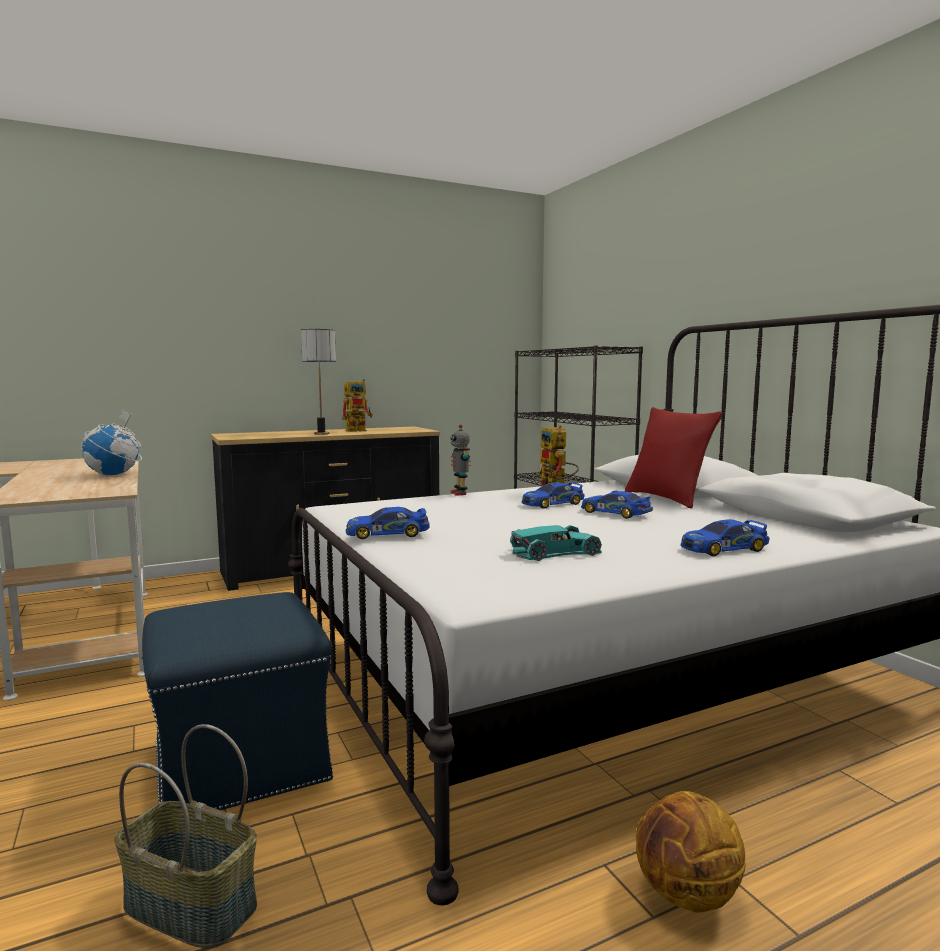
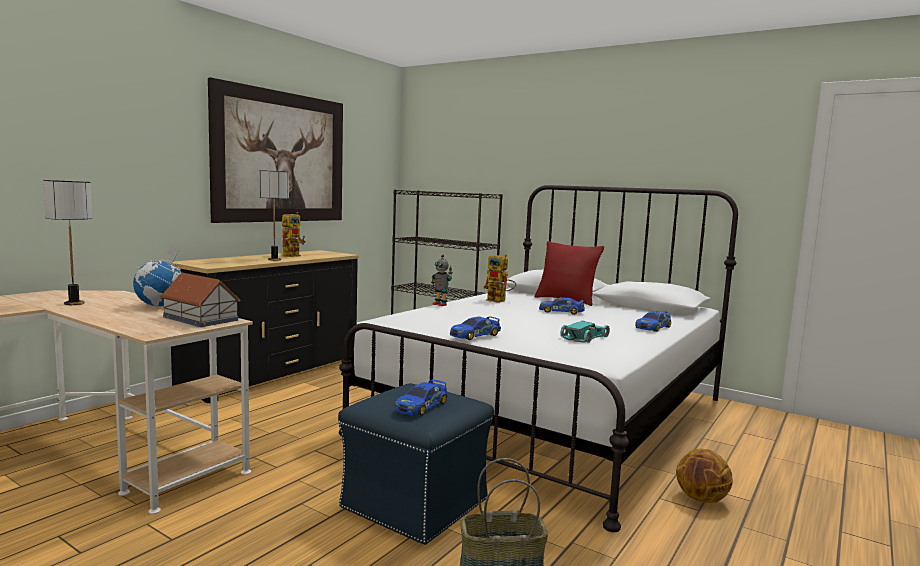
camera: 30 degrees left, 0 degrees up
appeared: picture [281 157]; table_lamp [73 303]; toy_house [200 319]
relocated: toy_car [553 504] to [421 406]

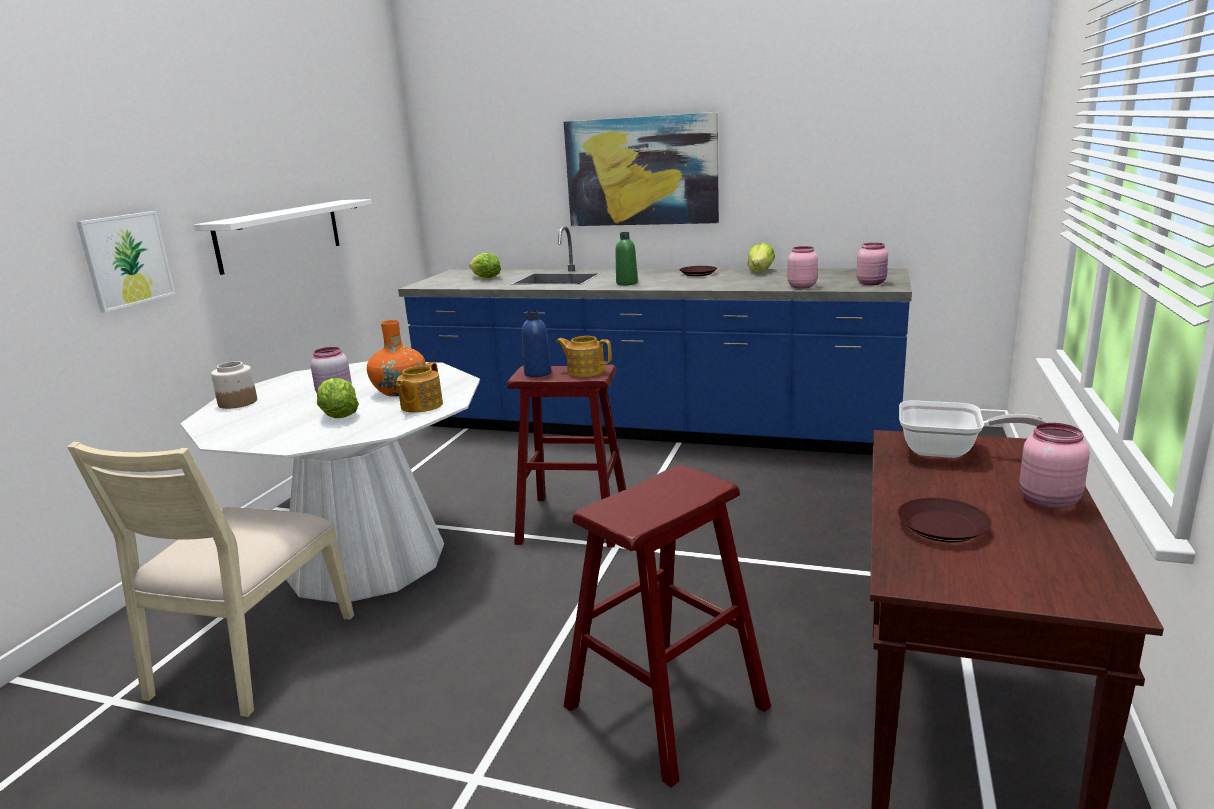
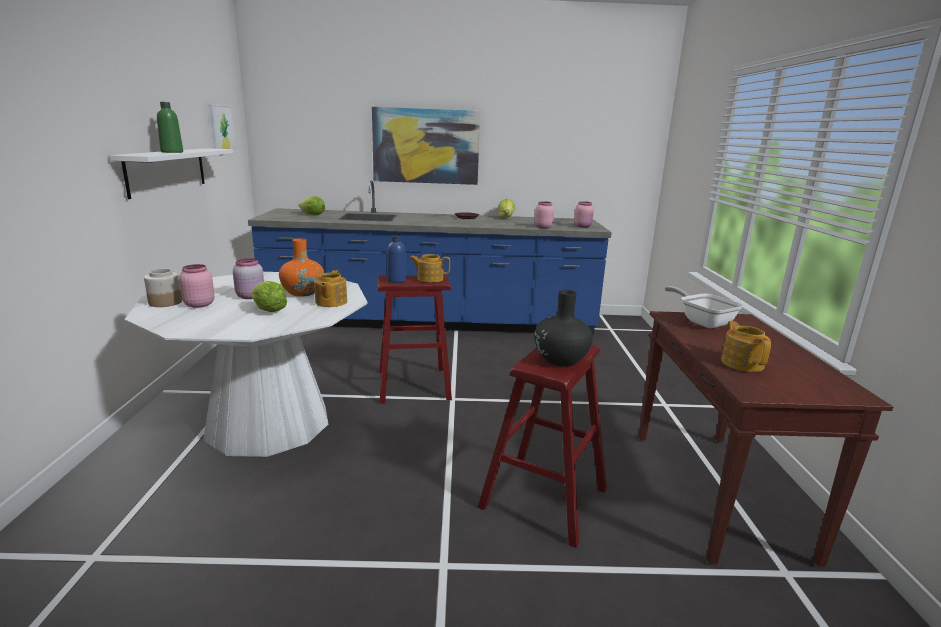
camera: 20 degrees left, 0 degrees up
missing: beige_chair [250 655]
appeared: black_vase [560 360]
relocated: picture [127 260] to [222 129]; green_bottle [627 283] to [172 152]; pink_jar [1046 500] to [198 304]
exchanged: brown_plate [943 527] to teapot [742 363]
spun: frying_pan [948 451] = [702 321] 120 degrees counterclockwise

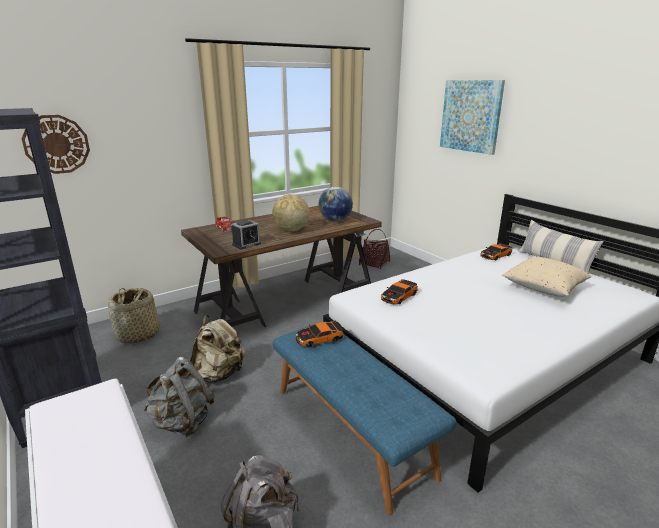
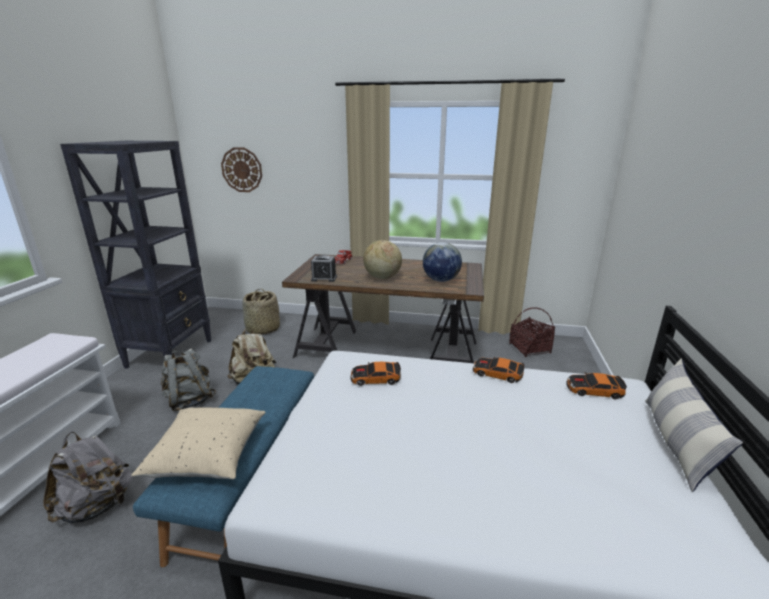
camera: 45 degrees right, 0 degrees up
missing: picture [471 116]
relocated: beige_pillow [543 288] to [208 457]; toy_car [319 338] to [497 373]

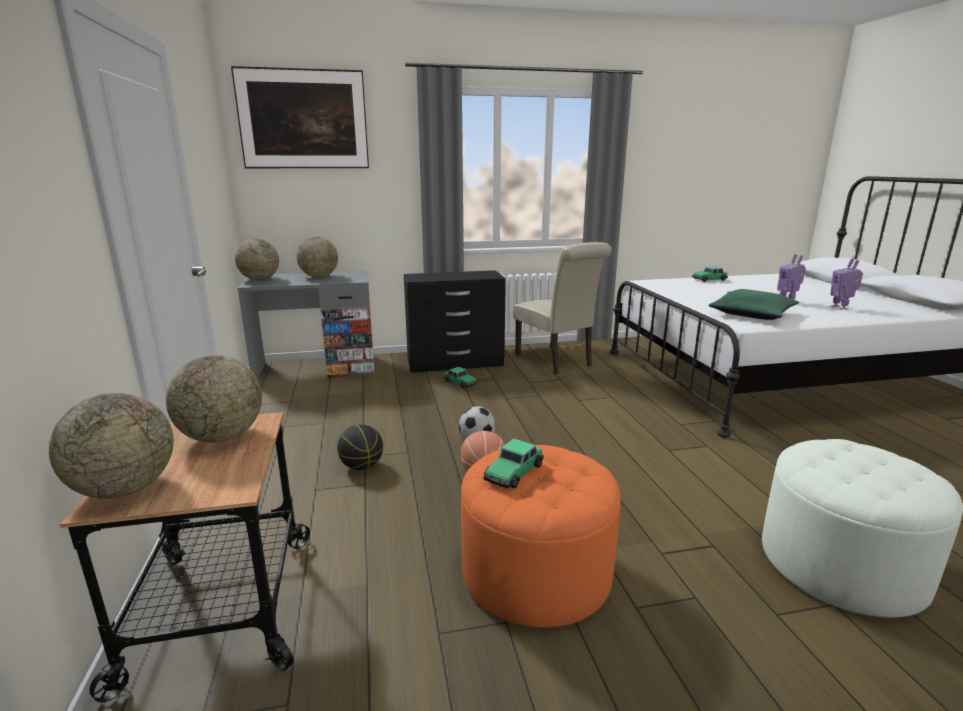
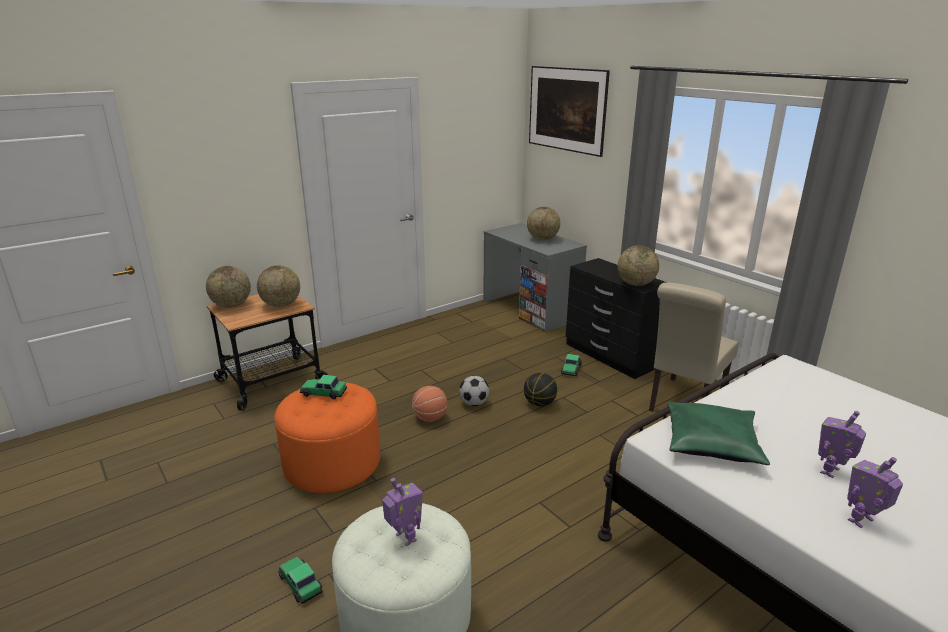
camera: 65 degrees right, 5 degrees up
appeared: toy_robot [404 538]
relocated: globe [260 279] to [635 284]; toy_car [709 279] to [300 583]; basketball [362 466] to [539 403]

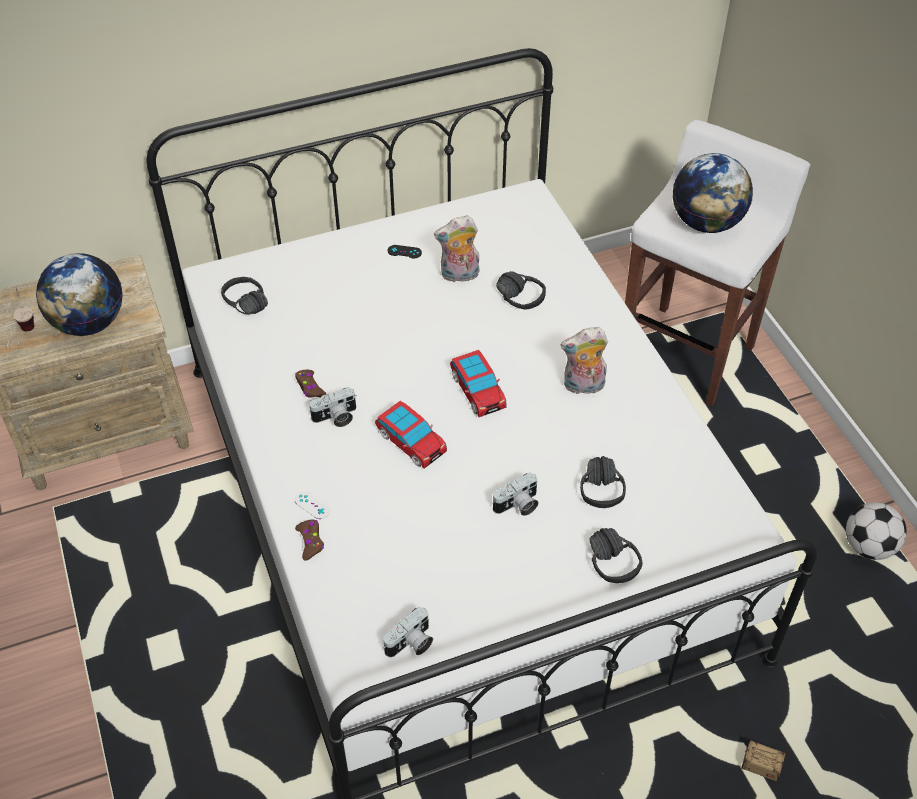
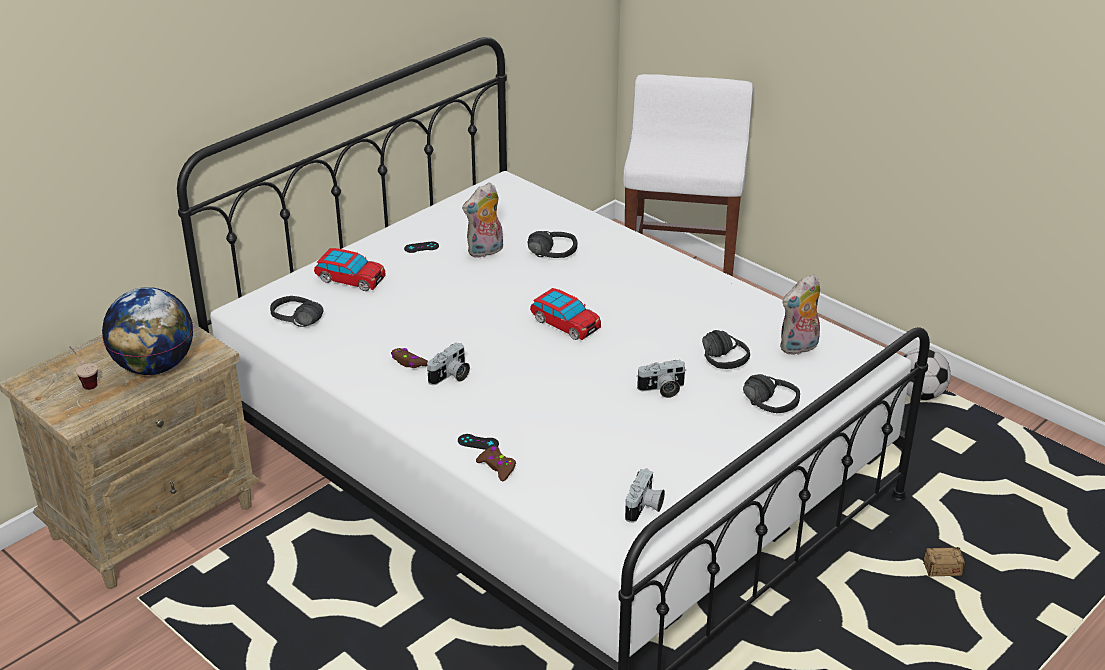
camera: 25 degrees left, 15 degrees down
missing: globe [706 223]
relocated: plush_toy [583 386] to [799 348]; toy_car [410 442] to [350 279]
colour: white_game_controller [312 505] to black_game_controller [478 442]
spun: photo_camera [518 506] = [662 390] 45 degrees clockwise

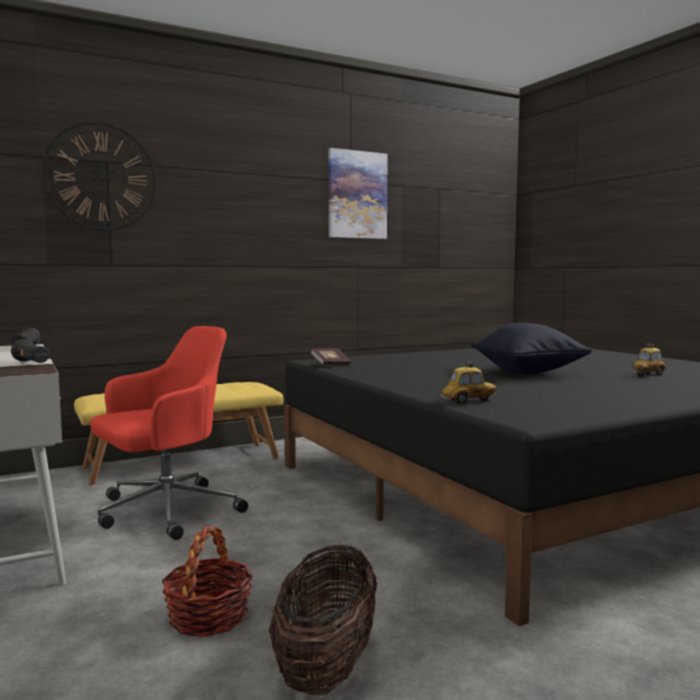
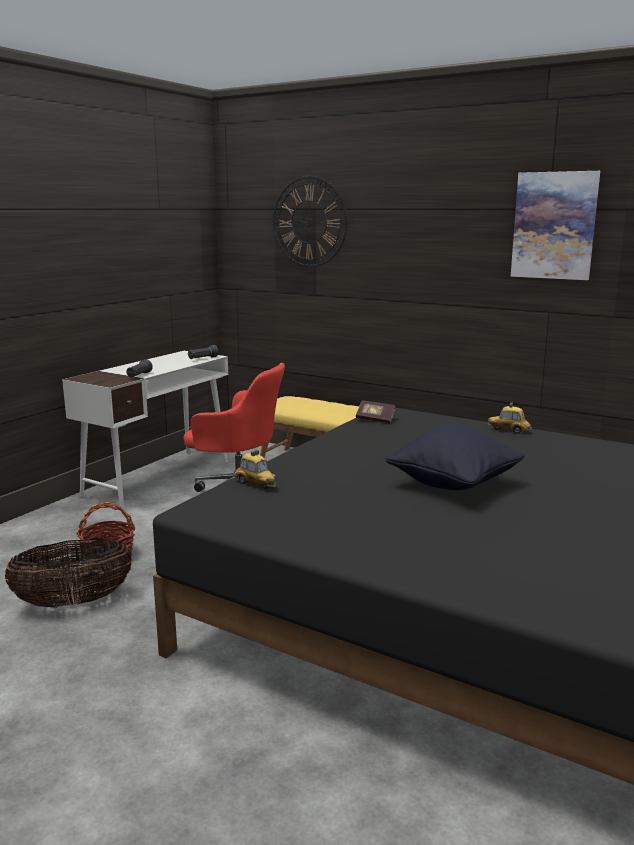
camera: 60 degrees right, 10 degrees up
relocated: toy_car [647 374] to [508 430]

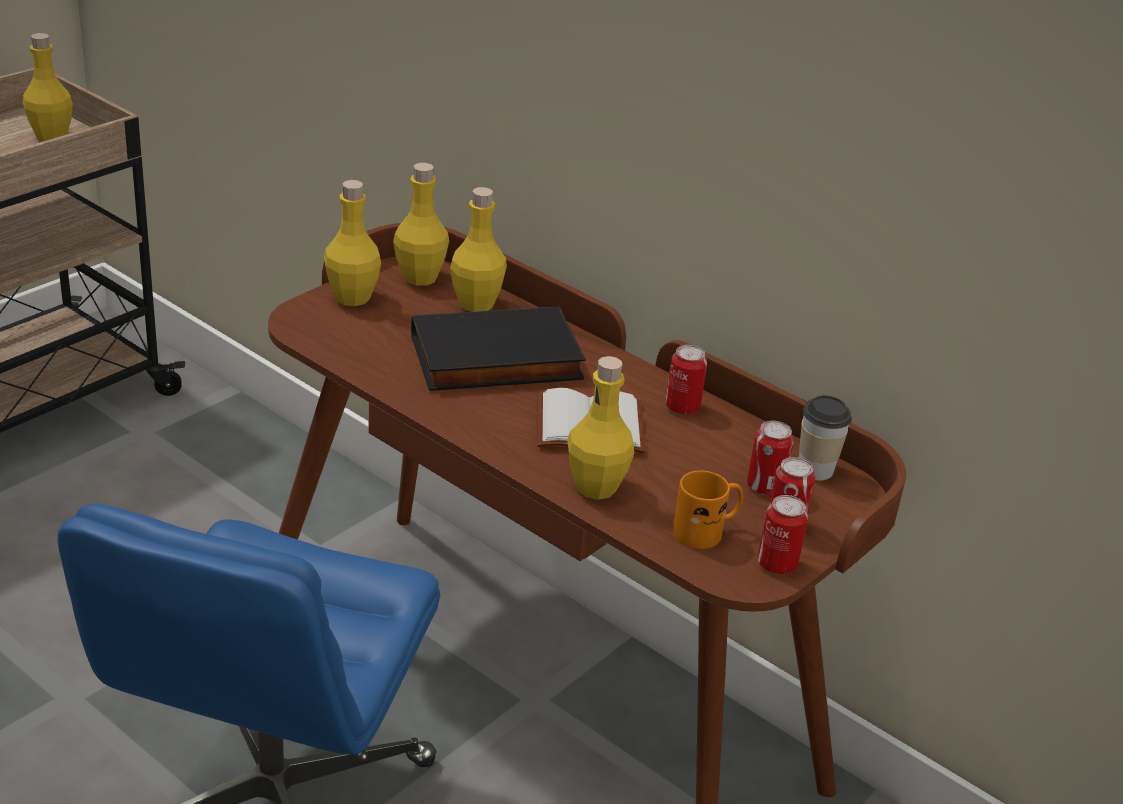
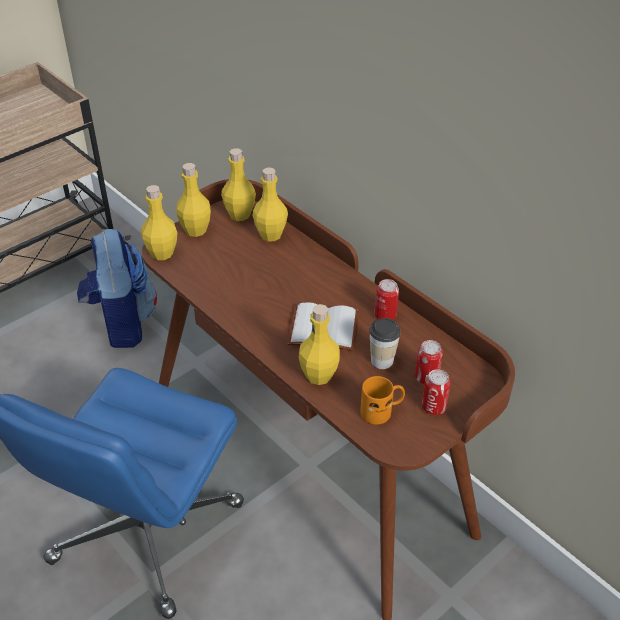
camera: 10 degrees right, 10 degrees up
missing: black_book [495 360]; can [777 564]
appeared: backpack [122 323]
relocated: yellow_bottle [51 136] to [162 253]; cup [815 469] to [382 360]

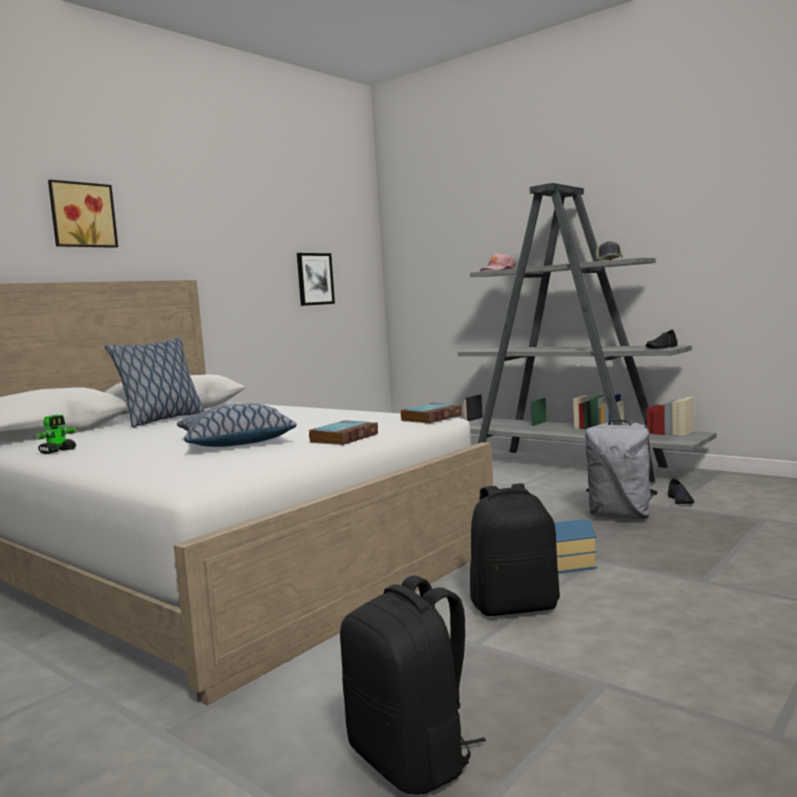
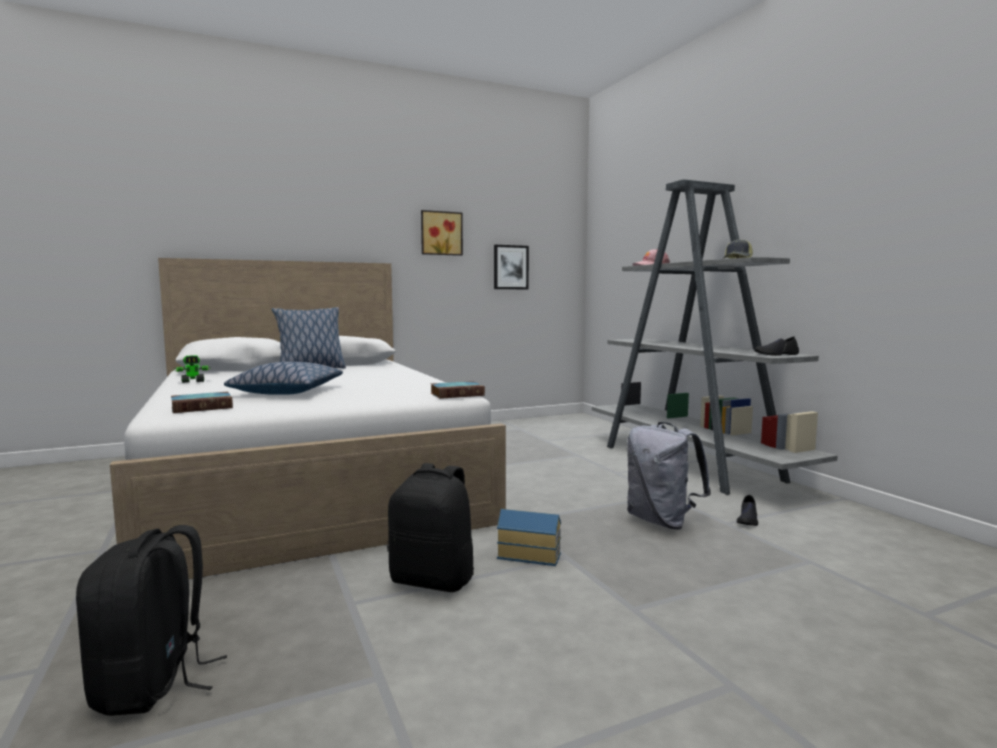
camera: 25 degrees right, 0 degrees up
relocated: picture [82 215] to [441 233]; book [344 438] to [203 407]

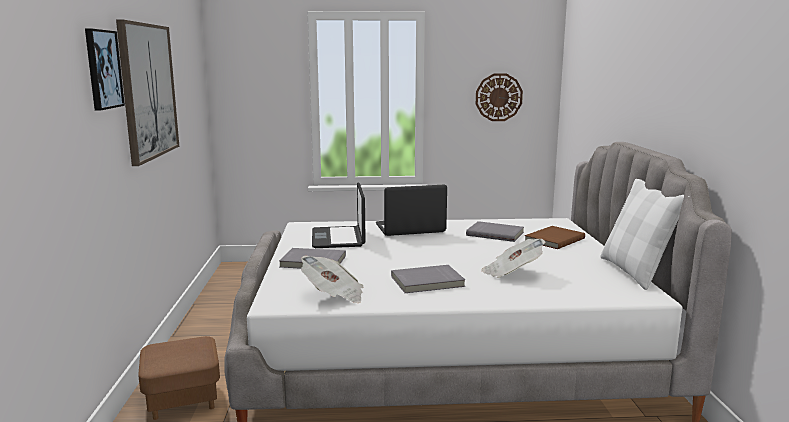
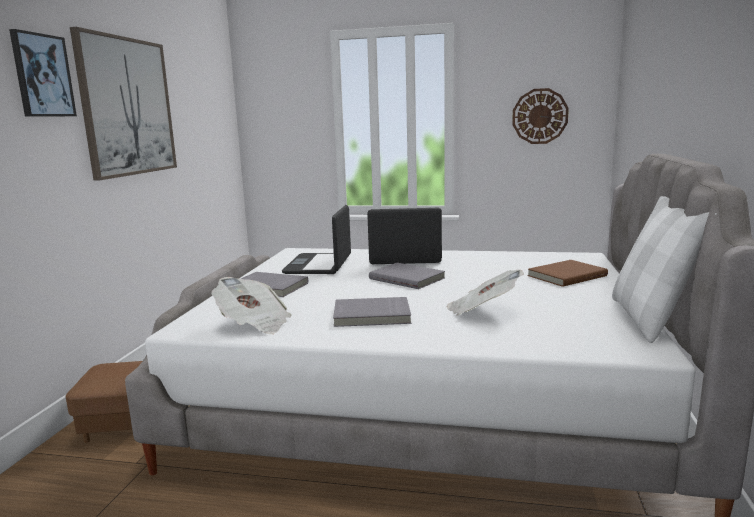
camera: 15 degrees right, 0 degrees up
relocated: grey_book [495 233] to [407 278]

